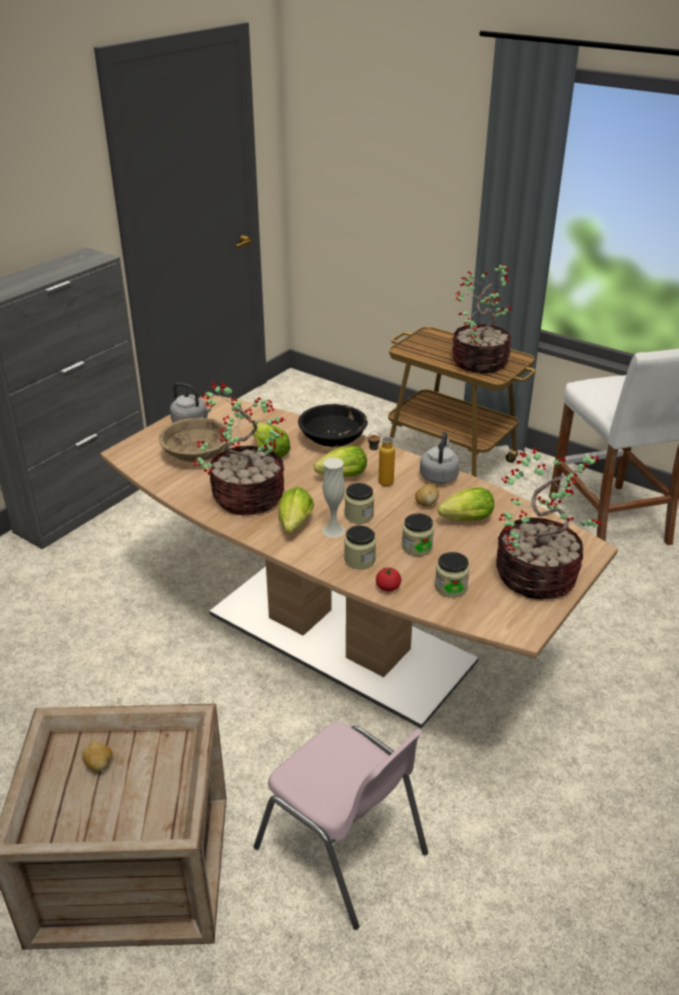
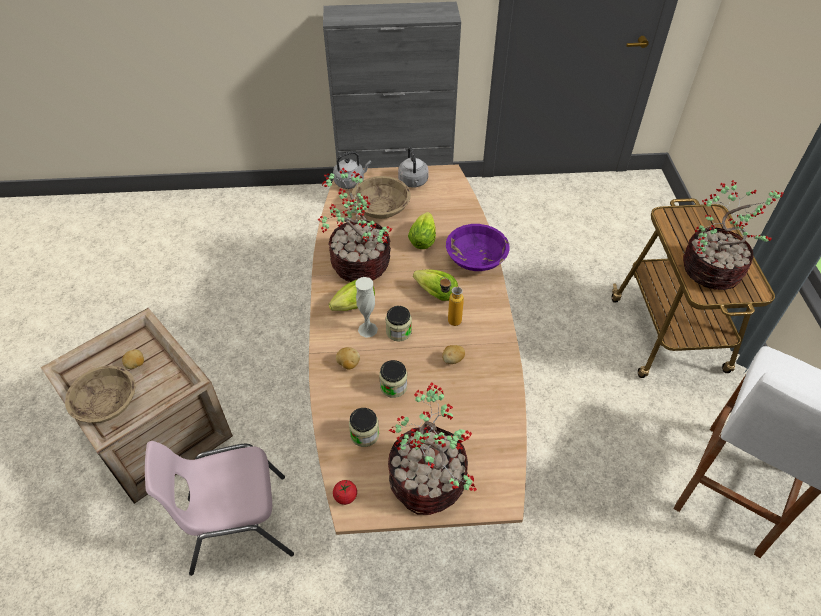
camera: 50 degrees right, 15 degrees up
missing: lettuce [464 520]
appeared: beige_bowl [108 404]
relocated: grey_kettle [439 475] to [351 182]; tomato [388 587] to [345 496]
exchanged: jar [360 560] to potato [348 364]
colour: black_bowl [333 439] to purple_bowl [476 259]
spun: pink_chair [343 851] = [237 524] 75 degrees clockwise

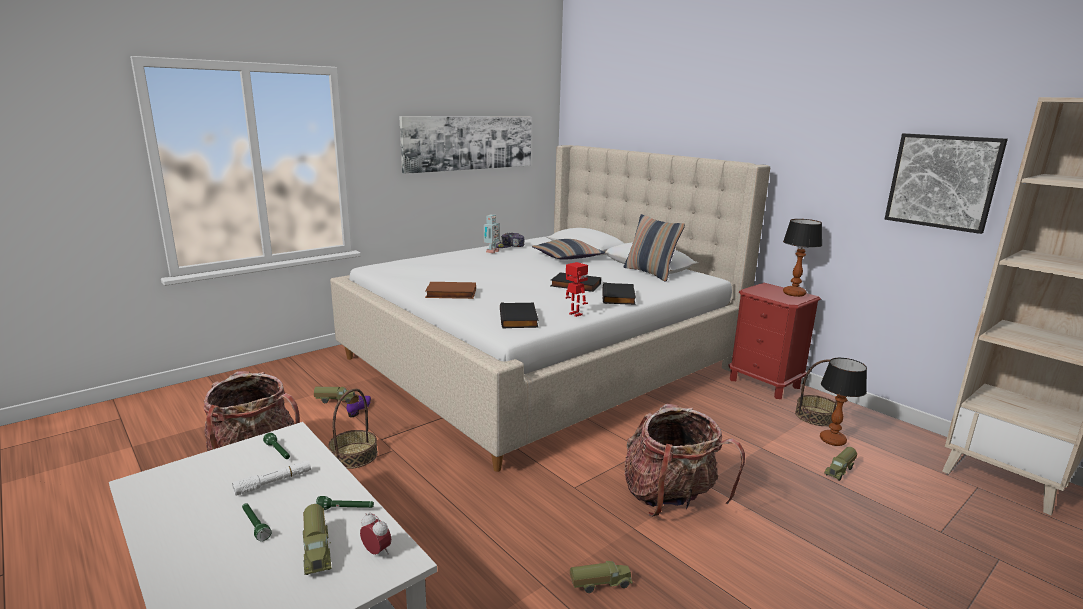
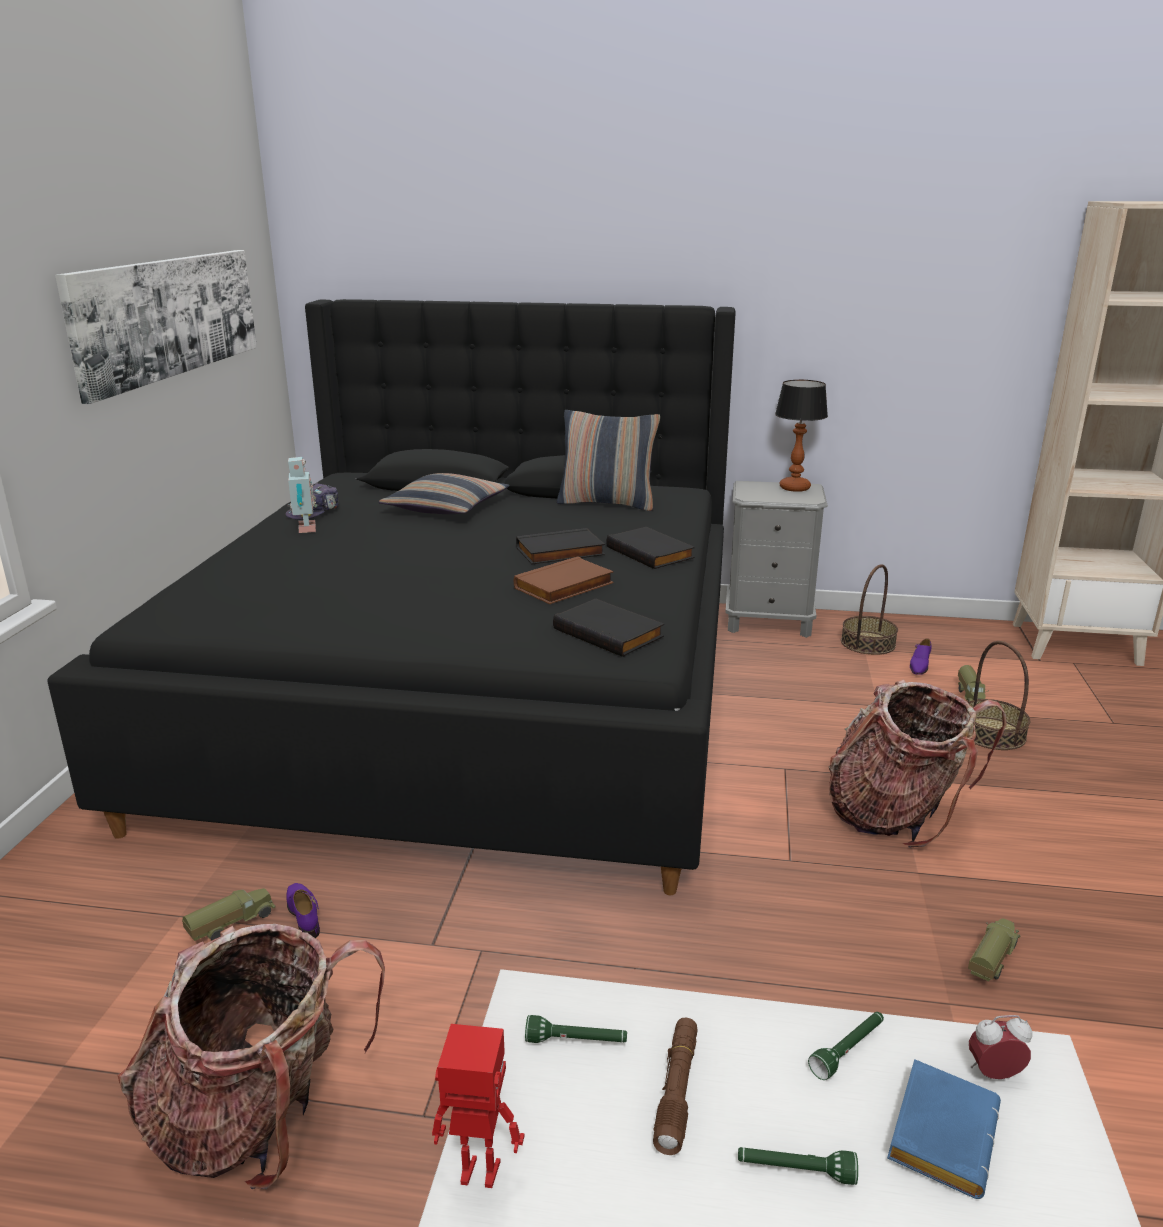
camera: 40 degrees left, 5 degrees up
missing: picture [942 181]
relocated: toy_robot [575 314] to [479 1175]; brown_book [450 294] to [564 586]; basket [353 455] to [991 733]
exchanged: table_lamp [833 440] to purple_shoe [919 665]; toy_truck [318 551] to blue_book [939 1131]
colour: beige_bed [542 362] to black_bed [473 699]; red_nightstand [764 383] to grey_nightstand [768 622]; white_flashlight [274 482] to brown_flashlight [677 1091]

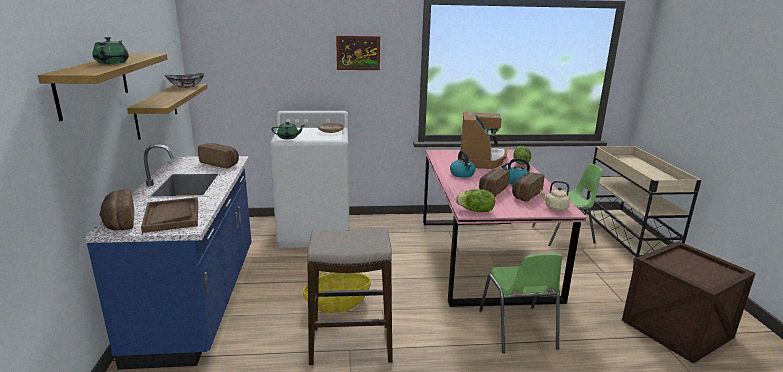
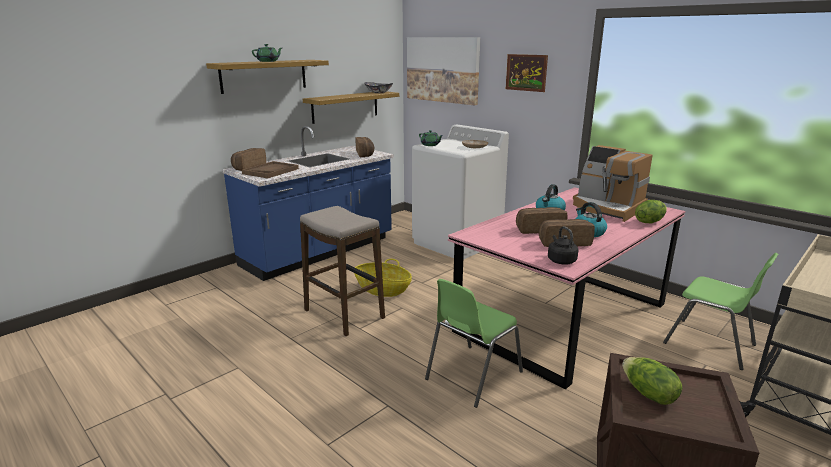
camera: 50 degrees right, 0 degrees up
appeared: picture [442 69]
relocated: lettuce [476 211] to [648 394]
colour: beige_kettle [555 208] to black_kettle [560 260]
spun: coffee_machine [481 160] = [607 208] 75 degrees clockwise

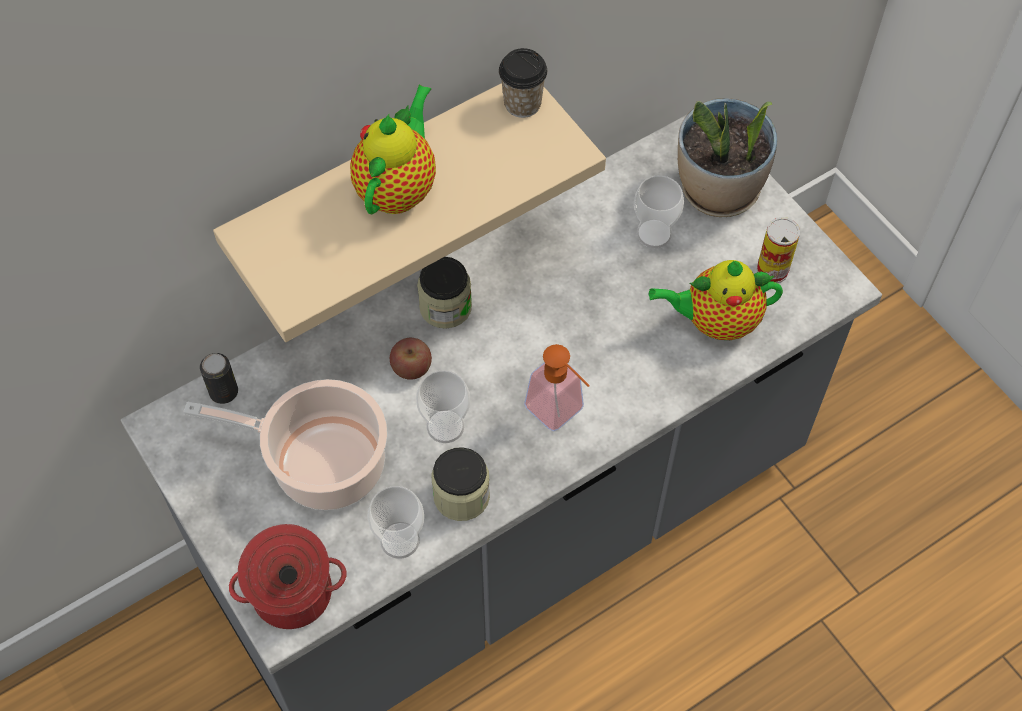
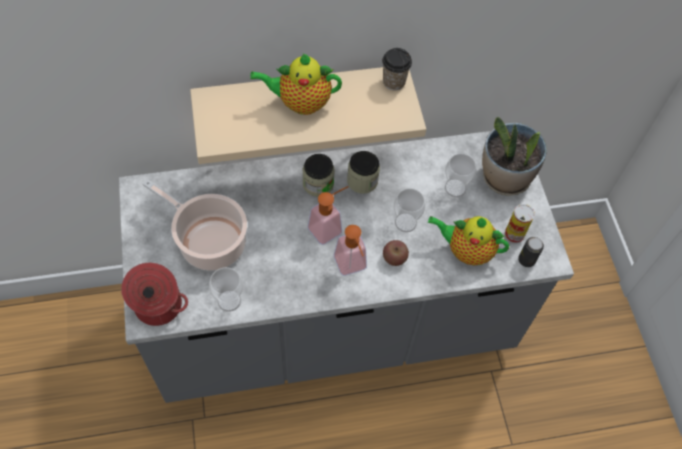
camera: 20 degrees right, 0 degrees up
appeared: soap_dispenser [329 228]
relocated: apple [411 367] to [394 258]; can [224 392] to [526 260]; cup [445 426] to [405 222]; jar [461 496] to [362 181]
spun: teapot [398 188] = [300 103] 135 degrees counterclockwise

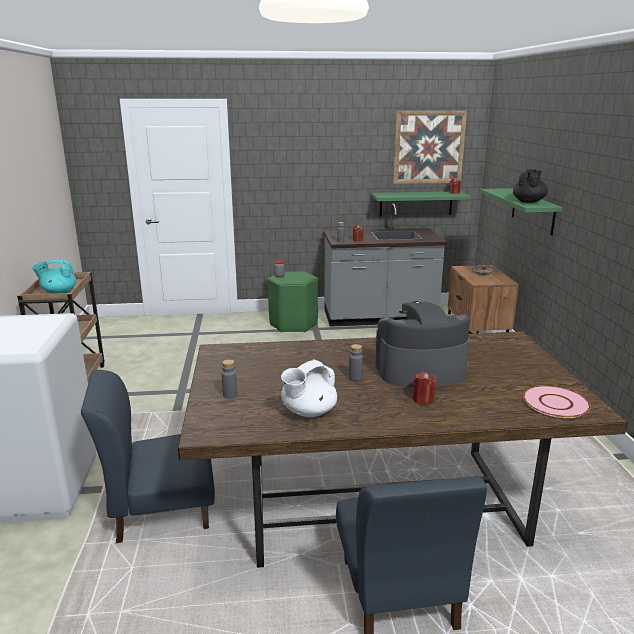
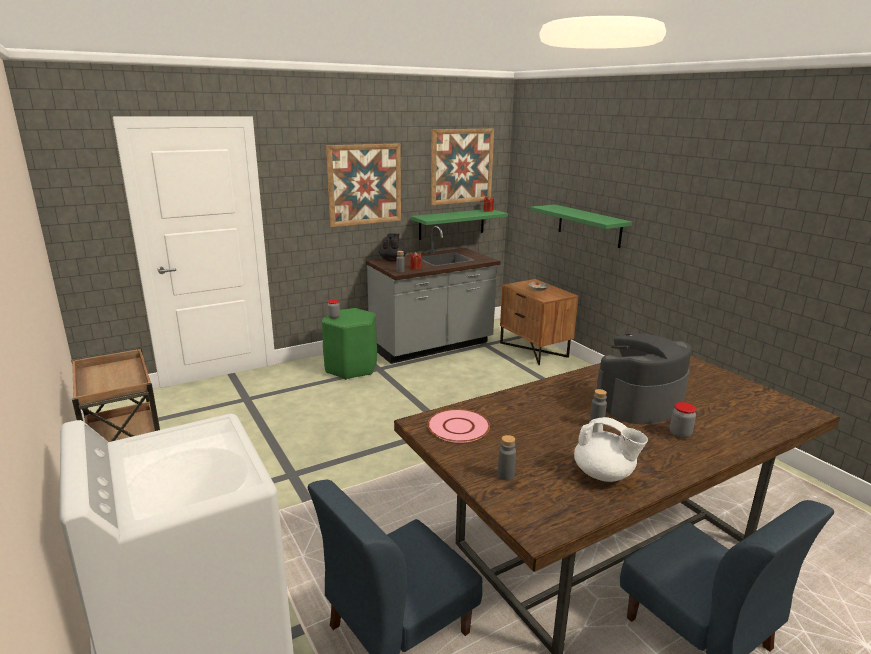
camera: 25 degrees left, 0 degrees up
missing: turquoise_teapot [58 292]
appeared: picture [364 184]
relocated: black_teapot [528 201] to [393 260]; pink_plate [555 403] to [458 427]
exchanged: red_candle [423 400] to jar [680 434]
spun: white_teapot [308 412] = [604 474] 75 degrees counterclockwise

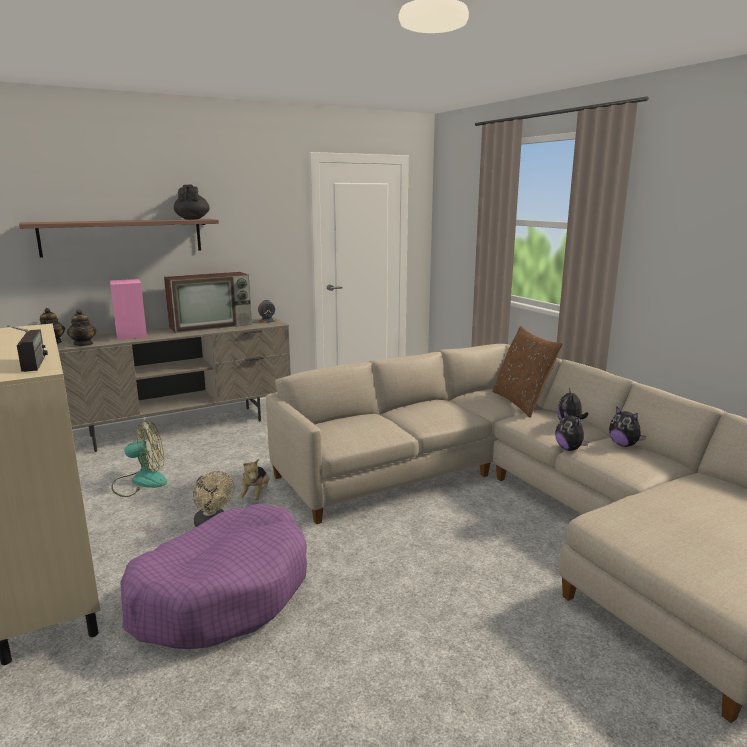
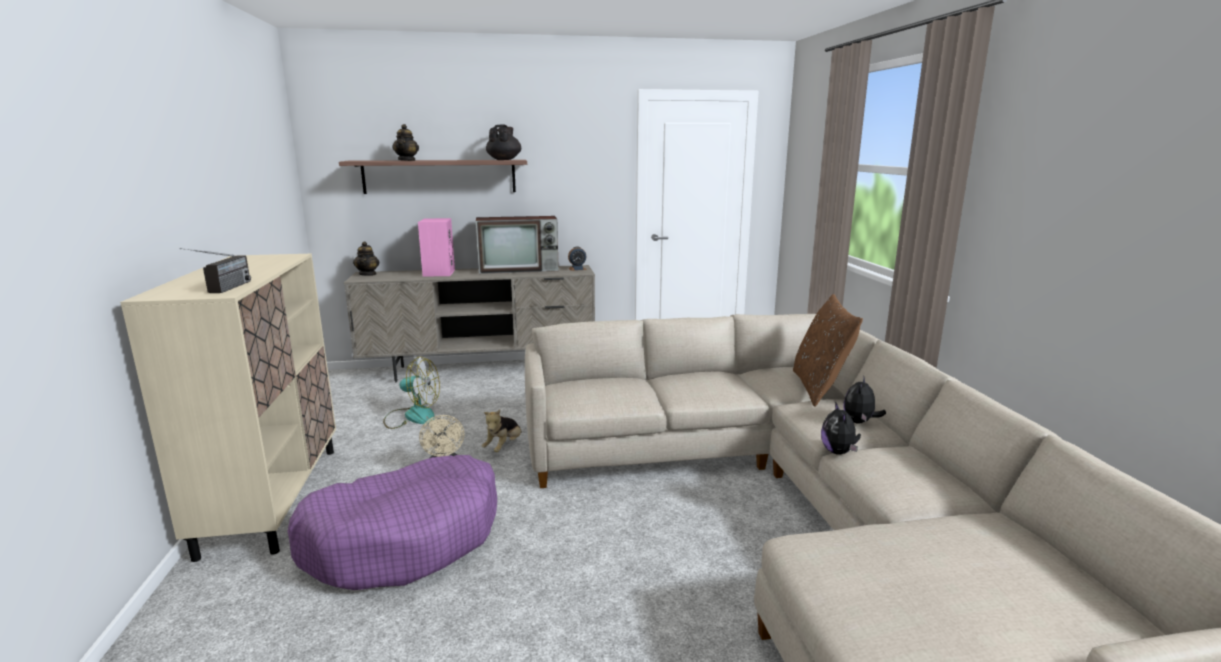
camera: 20 degrees right, 0 degrees up
missing: plush_toy [624 445]
relocated: teapot [83 344] to [407 160]

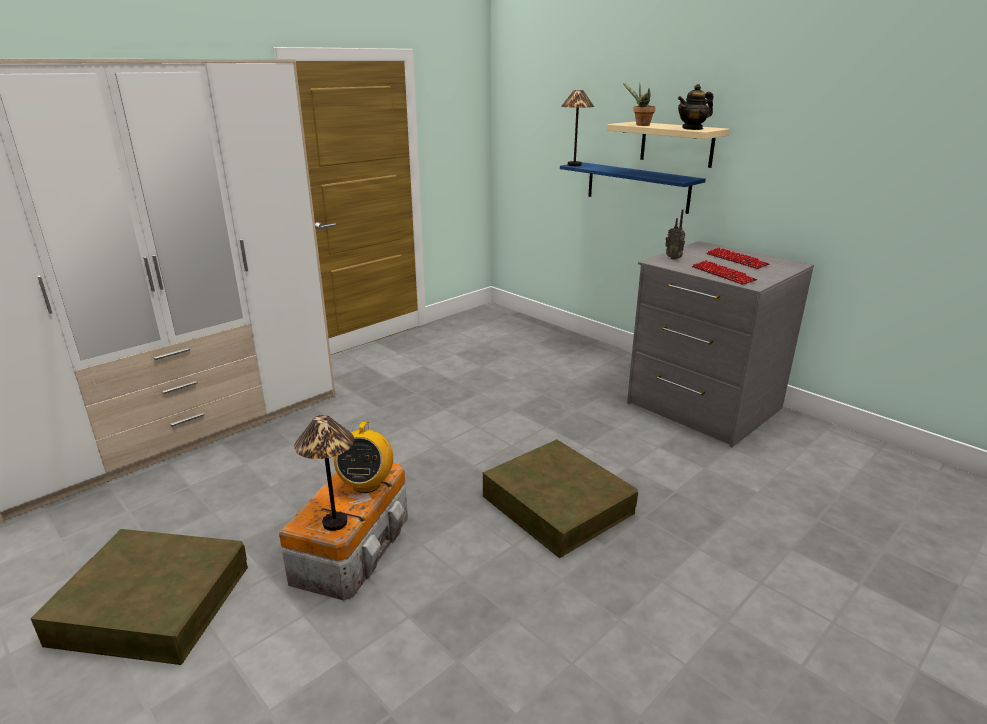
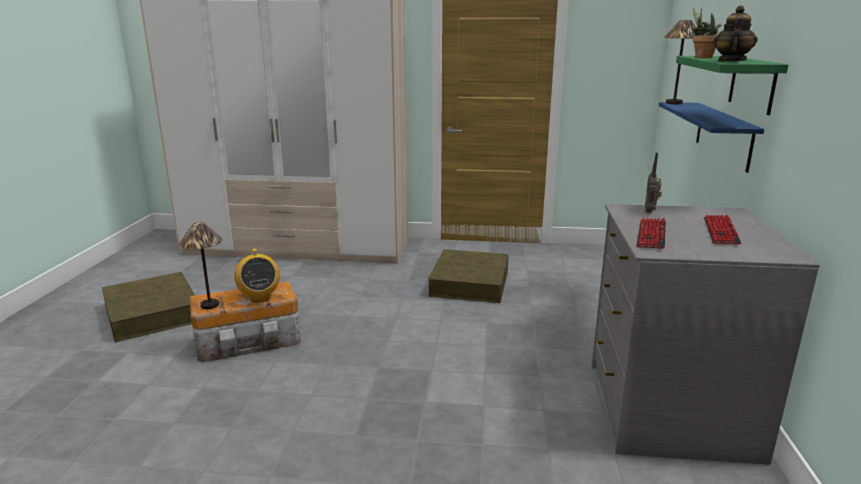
camera: 50 degrees right, 5 degrees down
relocated: brown_storage_box [557 504] to [470 283]
colour: beige_shelf [676 144] to green_shelf [752 84]
spun: teapot [692 129] = [731 61] 90 degrees clockwise; radio [366 484] = [259 297] 75 degrees counterclockwise

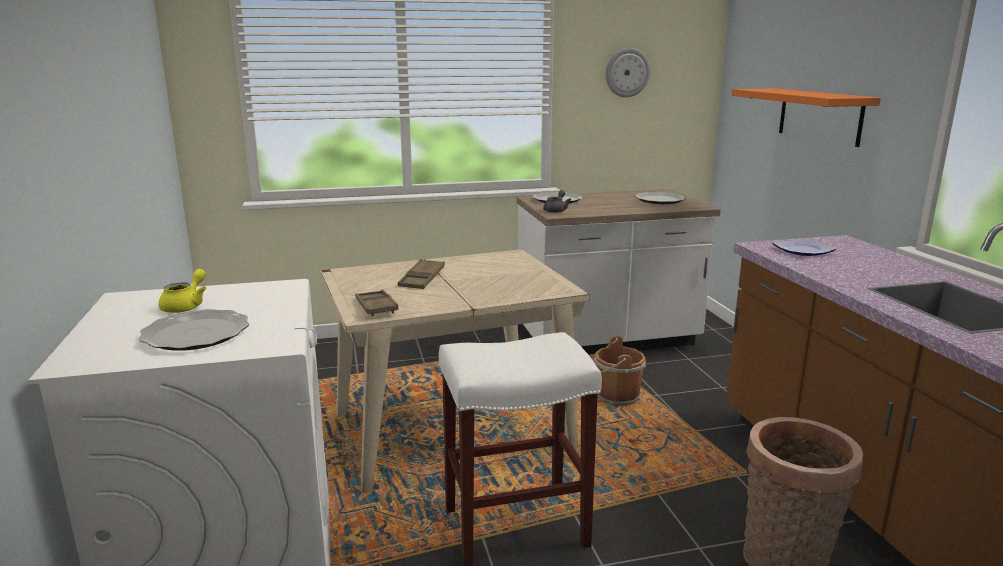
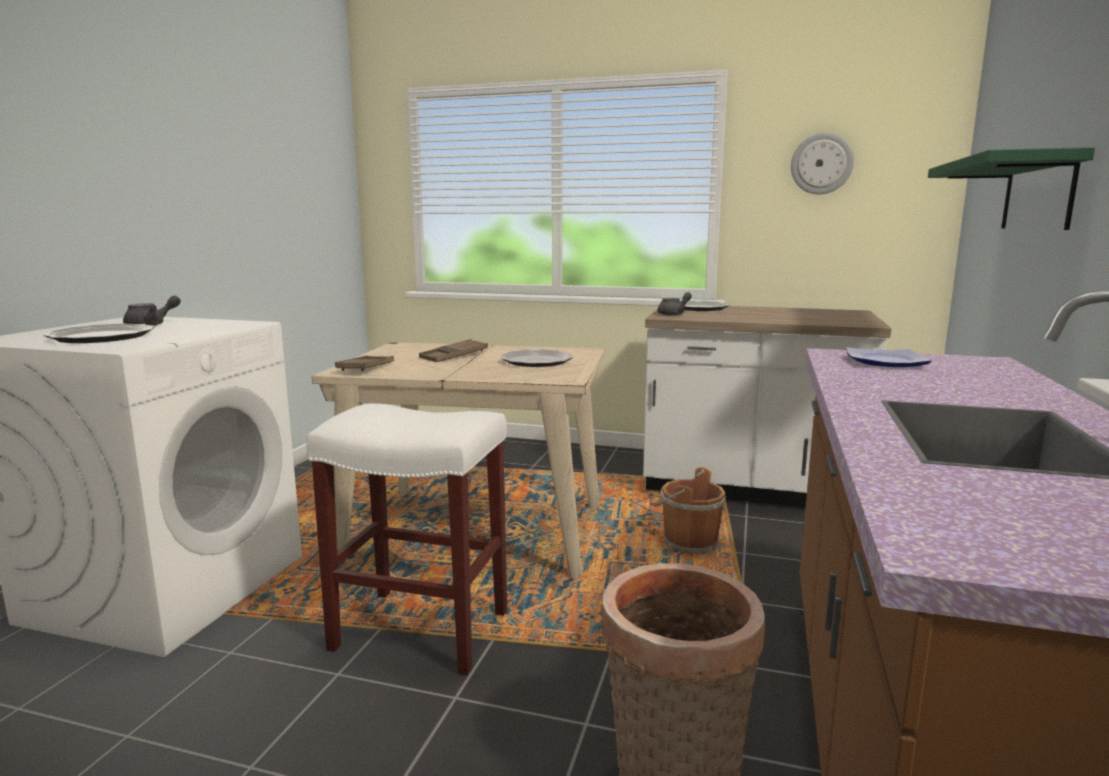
camera: 30 degrees right, 5 degrees down
relocated: plate [660 200] to [537 361]
colour: orange_shelf [819 116] to green_shelf [1037 194]; yellow_teapot [186 306] to grey_teapot [151 325]

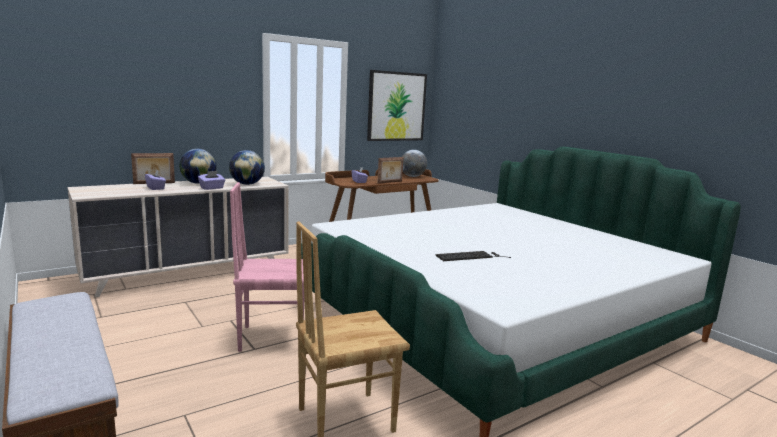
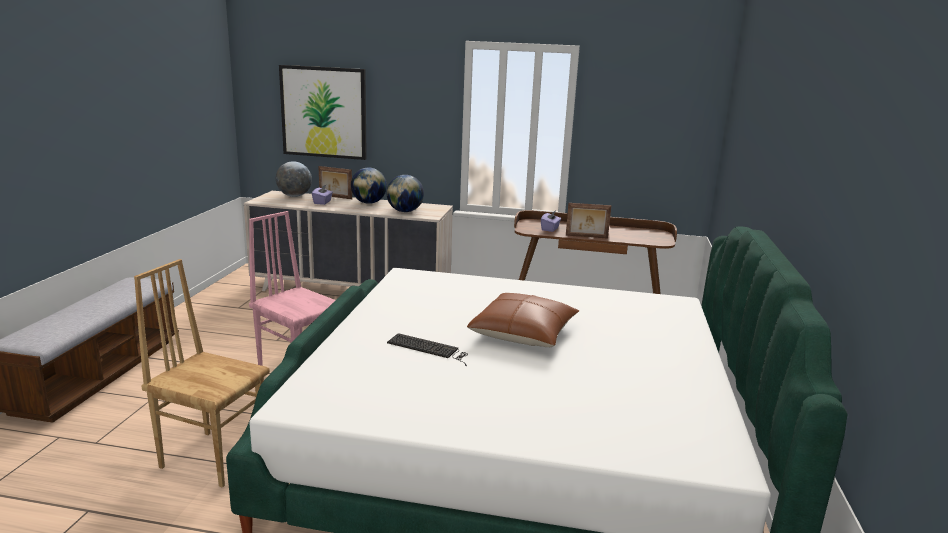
camera: 45 degrees right, 5 degrees up
missing: purple_tissue_box [212 188]
appeared: brown_pillow [524 333]
relocated: picture [396 106] to [324 112]; globe [412 176] to [294 196]

